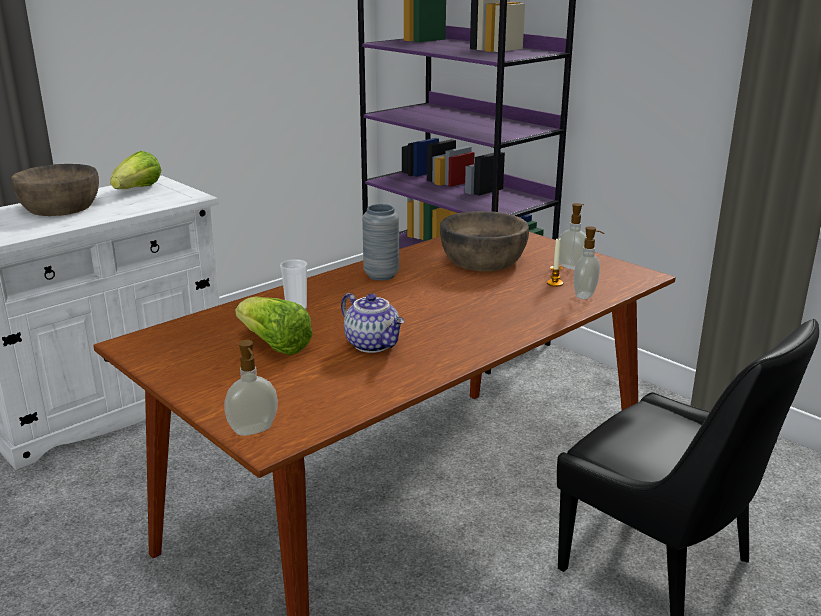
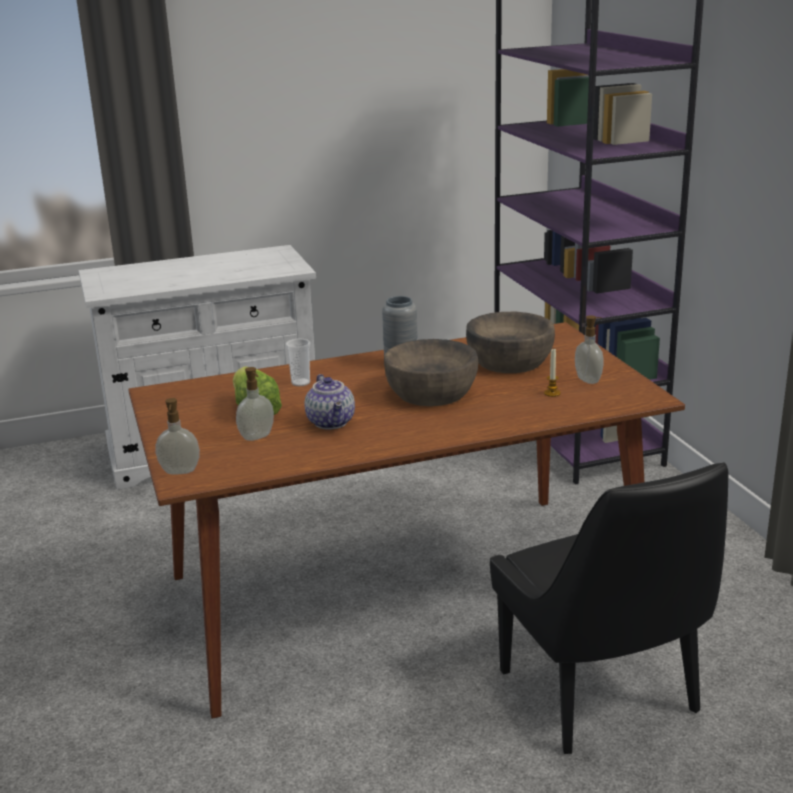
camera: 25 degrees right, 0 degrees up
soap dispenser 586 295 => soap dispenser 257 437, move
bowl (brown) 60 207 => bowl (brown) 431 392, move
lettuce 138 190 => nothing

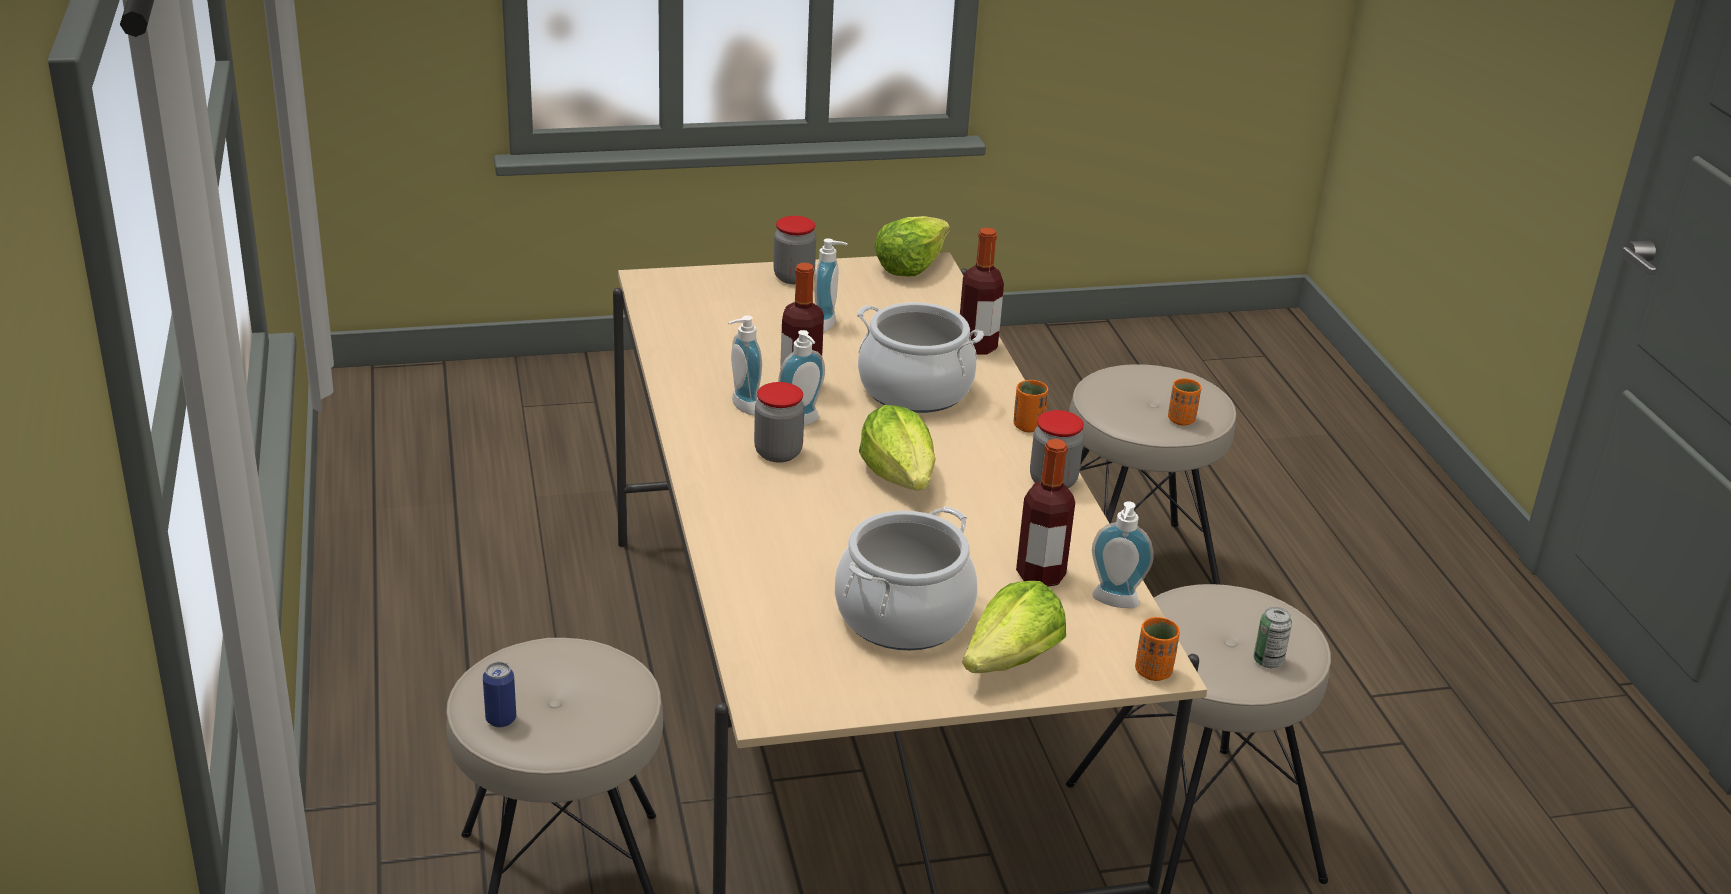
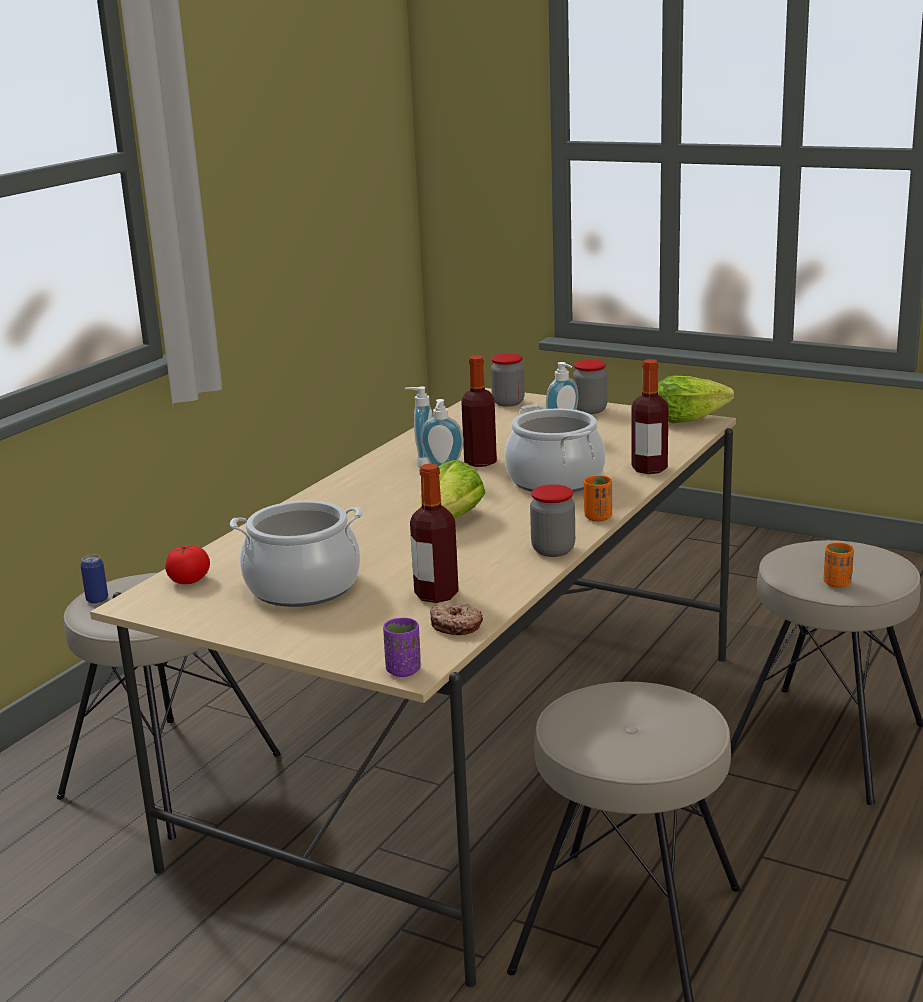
camera: 45 degrees right, 10 degrees down
nothing => tomato 189 580
cup (orange) 1153 672 => cup (purple) 403 670
soap dispenser 1114 603 => donut 456 625
jar 778 453 => jar 508 402, move
lettuce 1012 661 => nothing
can 1268 661 => nothing

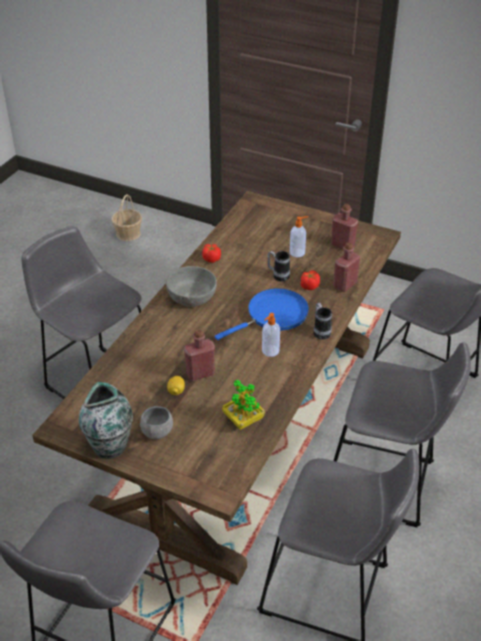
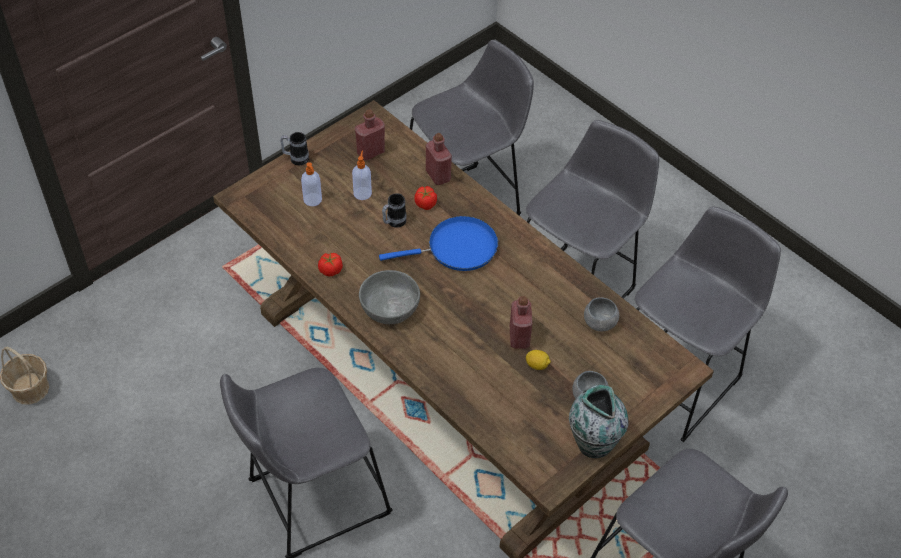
camera: 70 degrees left, 10 degrees up
mug 320 331 => mug 295 159, move
soap dispenser 270 351 => soap dispenser 313 200, move
frying pan (blue) 274 315 => frying pan (blue) 457 248, 90 degrees clockwise
potted plant 243 420 => bowl (grey) 599 323

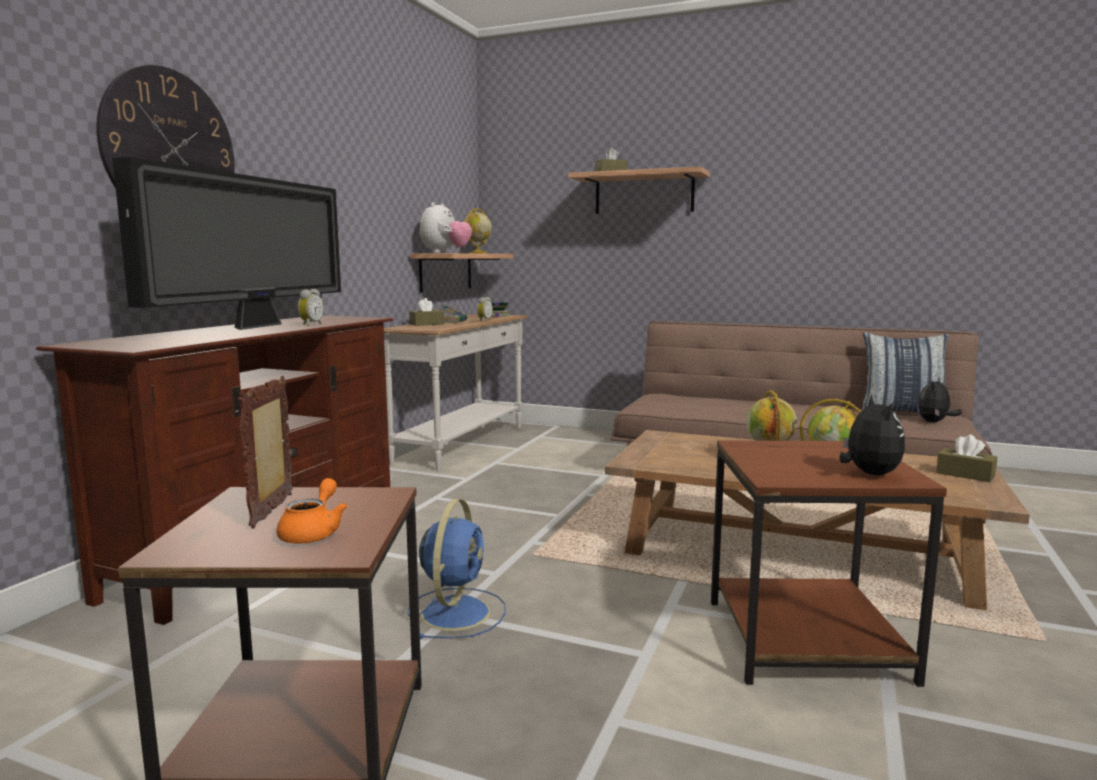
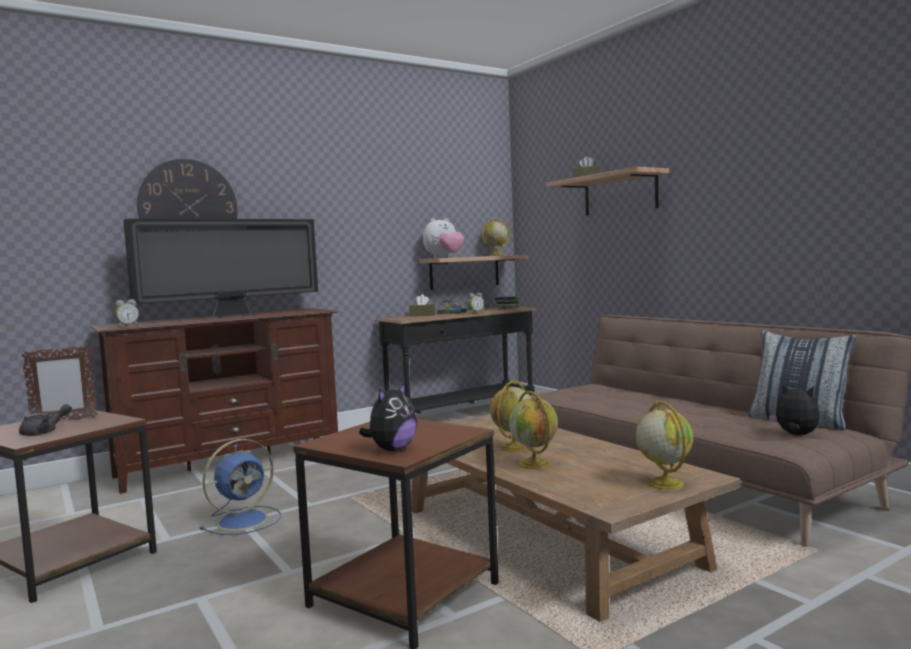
camera: 35 degrees right, 5 degrees down
teapot (orange) 313 533 => teapot (grey) 44 432
picture frame 273 510 => picture frame 64 421, 150 degrees counterclockwise
alarm clock 310 324 => alarm clock 127 326, move
console table (white) 463 444 => console table (black) 463 416
tissue box (brown) 965 474 => globe 664 484
plush toy 934 422 => plush toy 796 435, 60 degrees clockwise

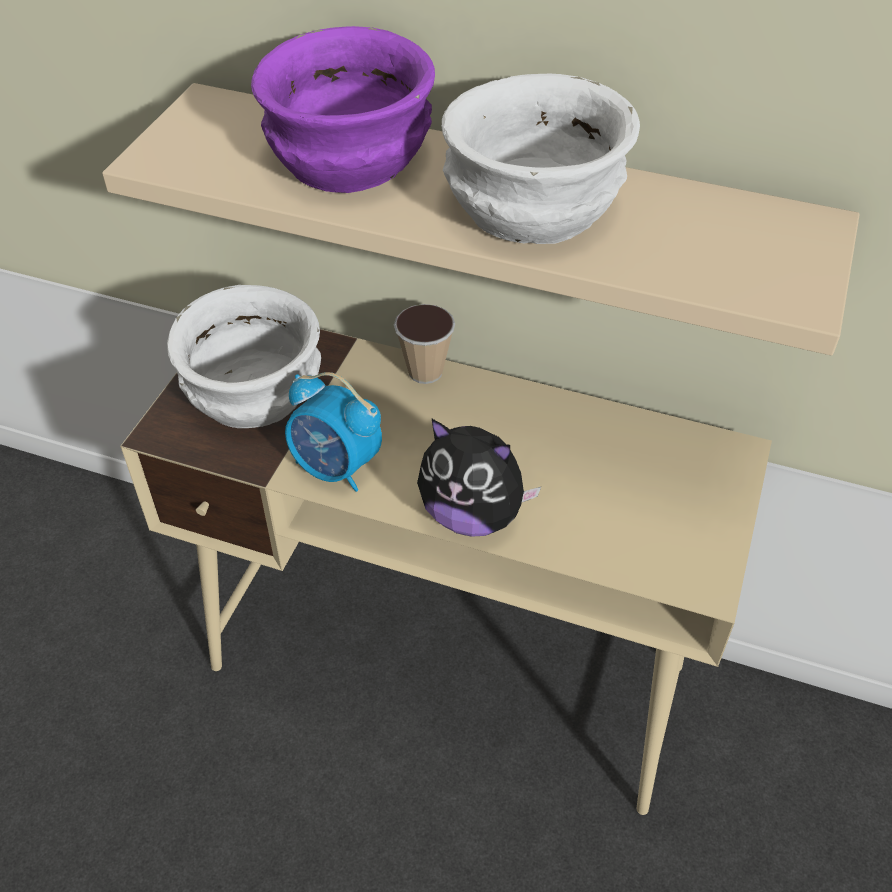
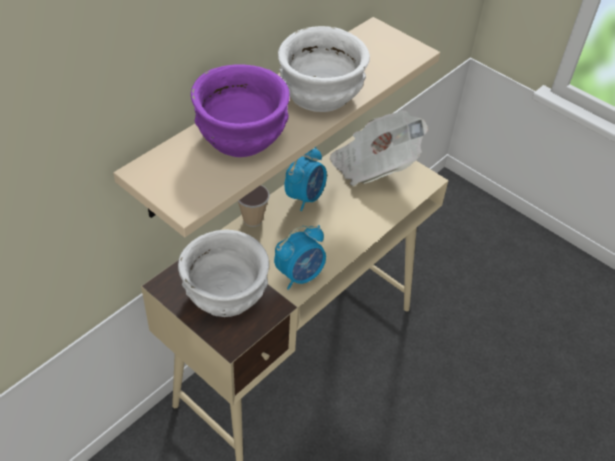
camera: 70 degrees left, 0 degrees up
nothing => alarm clock 305 197
nothing => newspaper 374 165
plush toy 472 515 => nothing

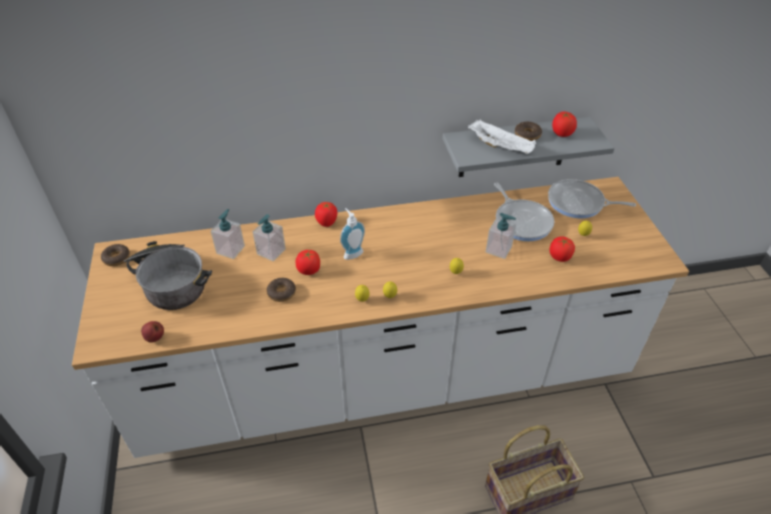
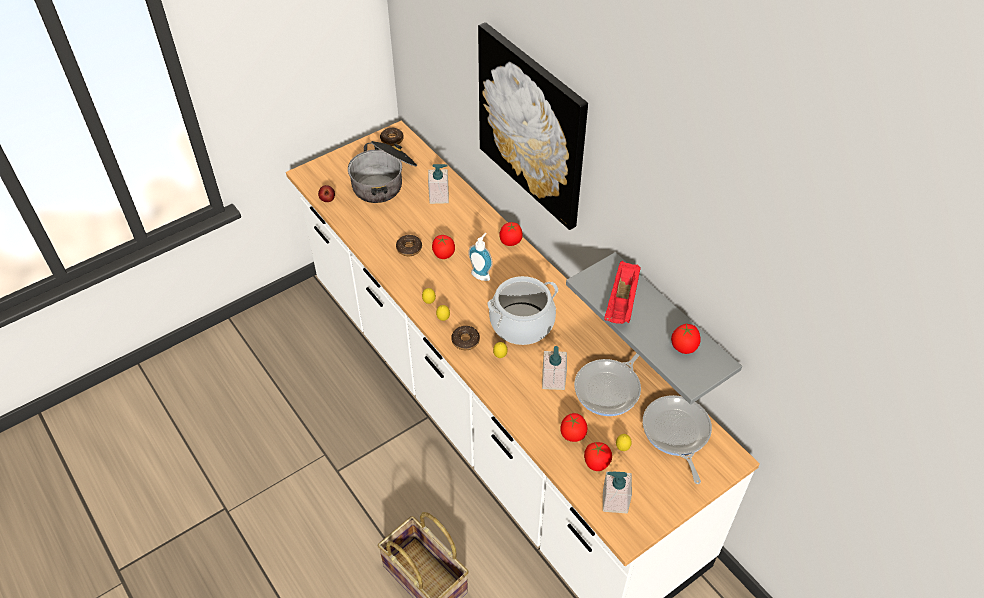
camera: 65 degrees right, 5 degrees up
donut 527 135 => donut 465 341, move
nothing => picture 532 125
nothing => cooking pot 521 323
nothing => tomato 597 463
soap dispenser 271 252 => soap dispenser 614 501, move
tray (white) 501 147 => tray (red) 622 303

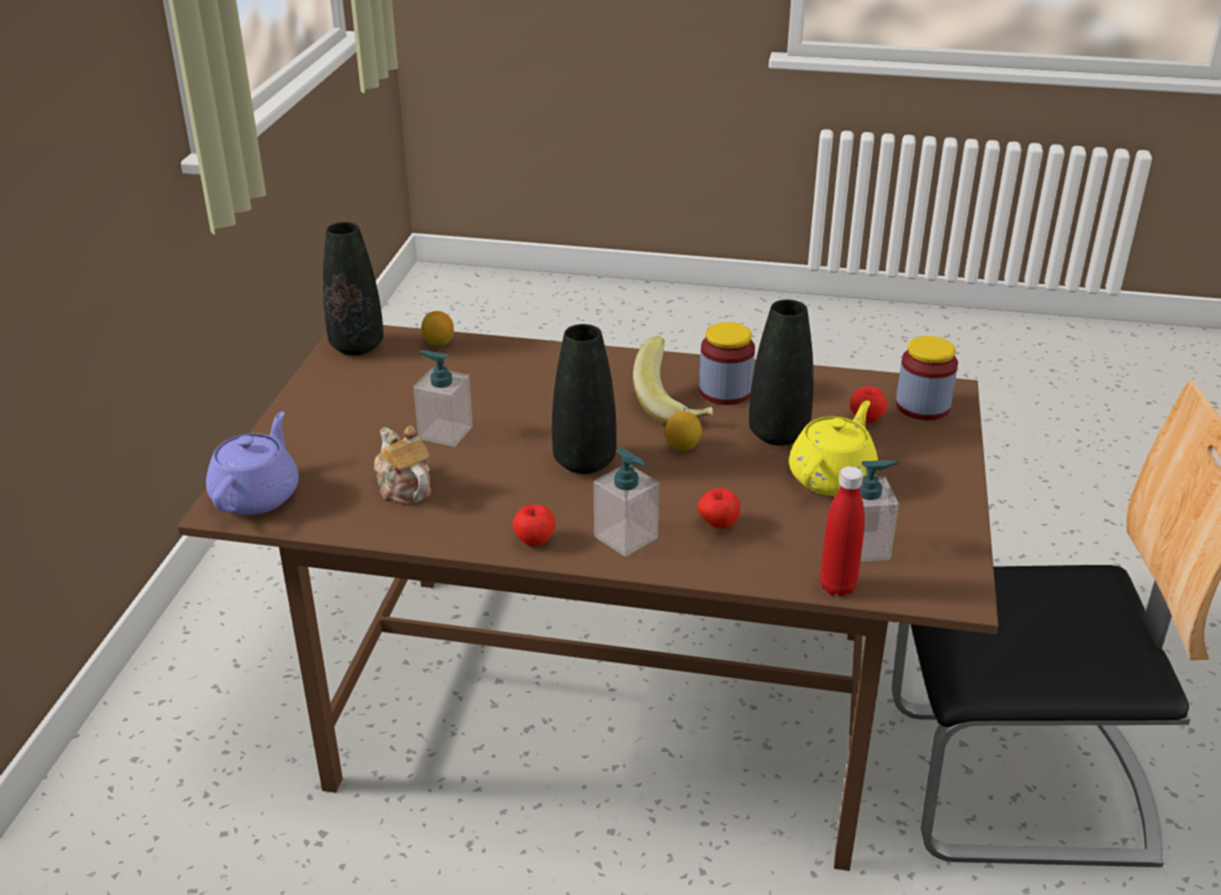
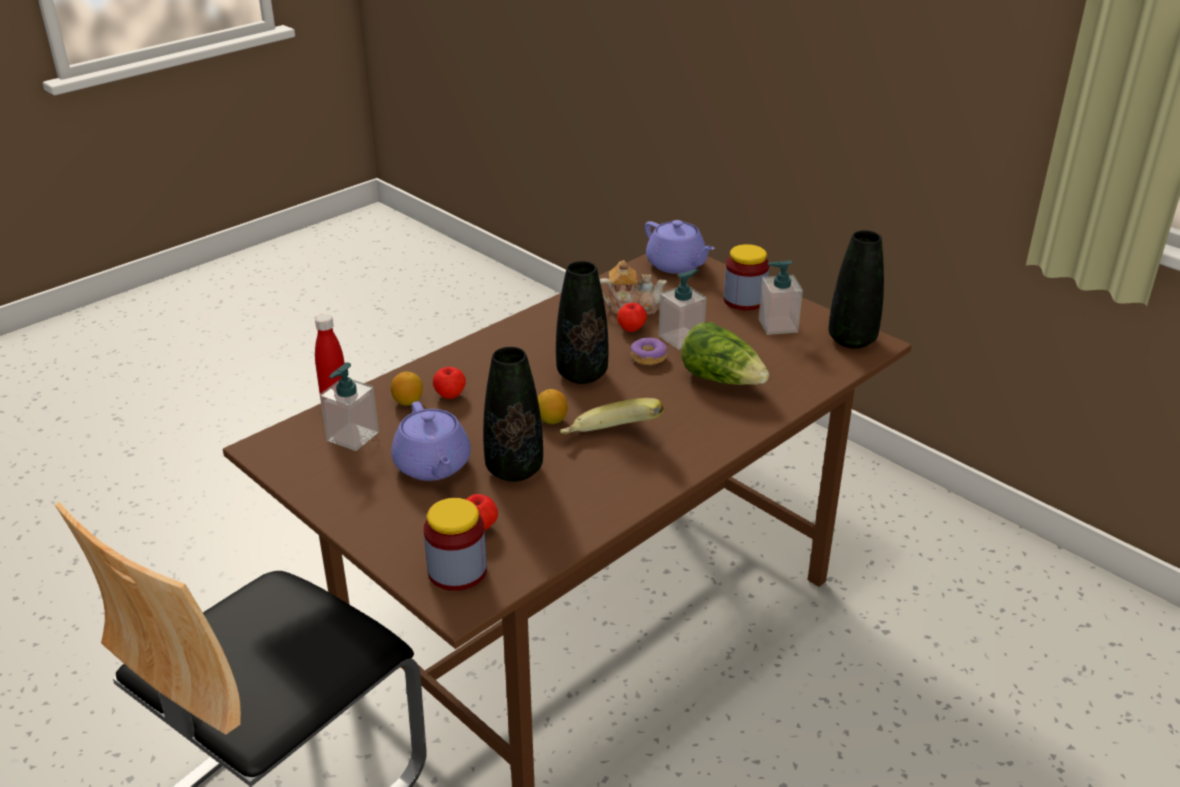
camera: 125 degrees right, 0 degrees up
lemon 438 343 => lemon 408 402, move
teapot (yellow) 833 477 => teapot (purple) 433 466
apple 535 540 => apple 631 329, move
nothing => donut 648 357
nothing => lettuce 722 380
jar 725 391 => jar 744 300, move
soap dispenser 626 537 => soap dispenser 777 325, move

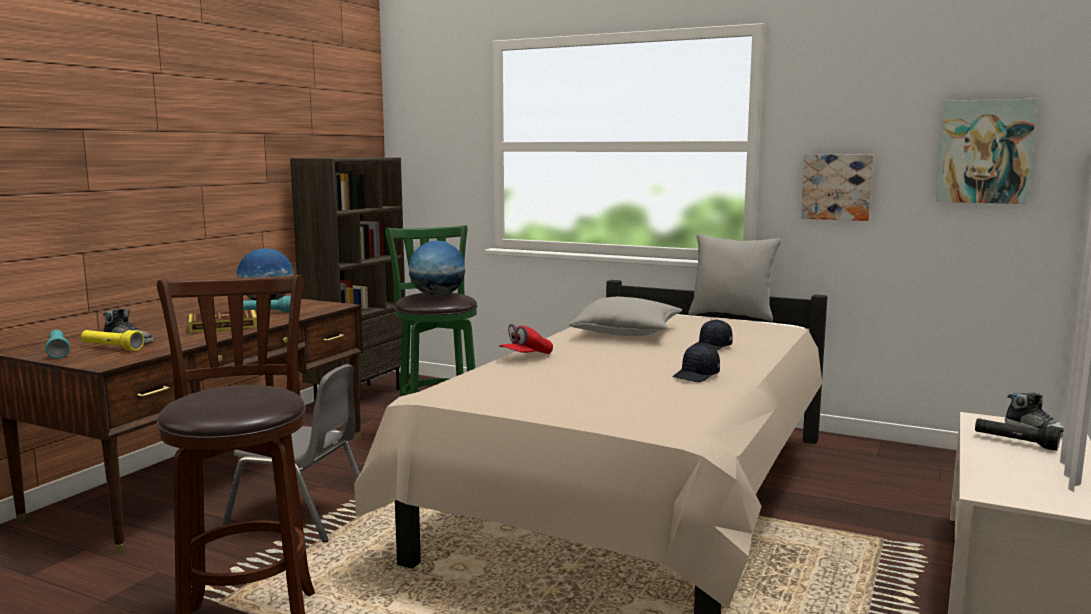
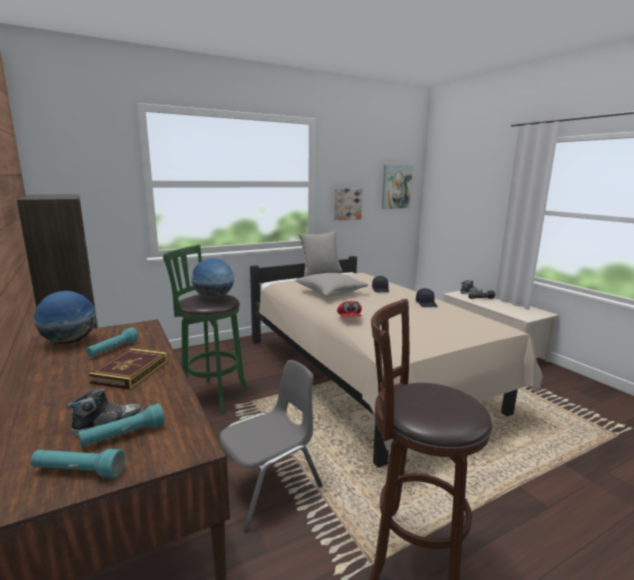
camera: 55 degrees left, 5 degrees up
flashlight (yellow) 111 348 => flashlight (turquoise) 124 435

